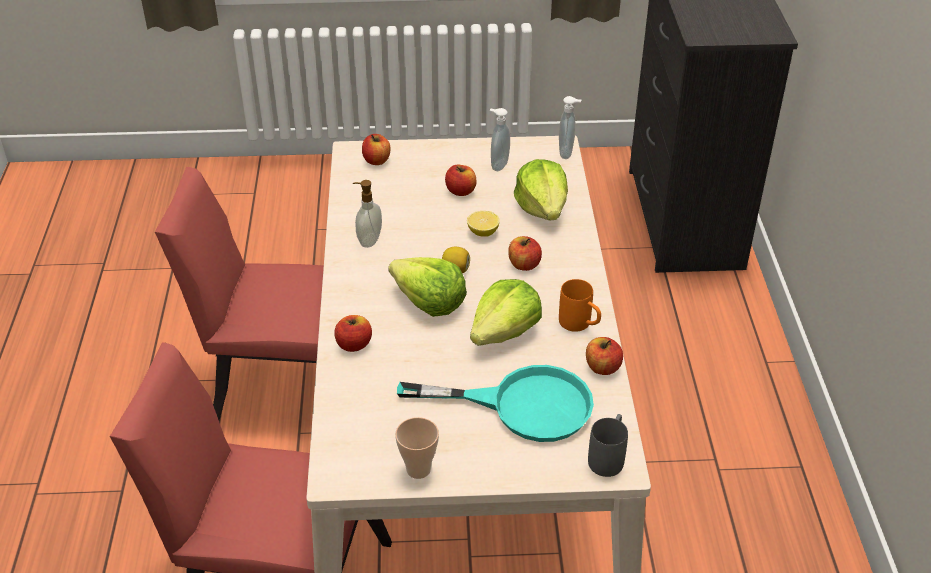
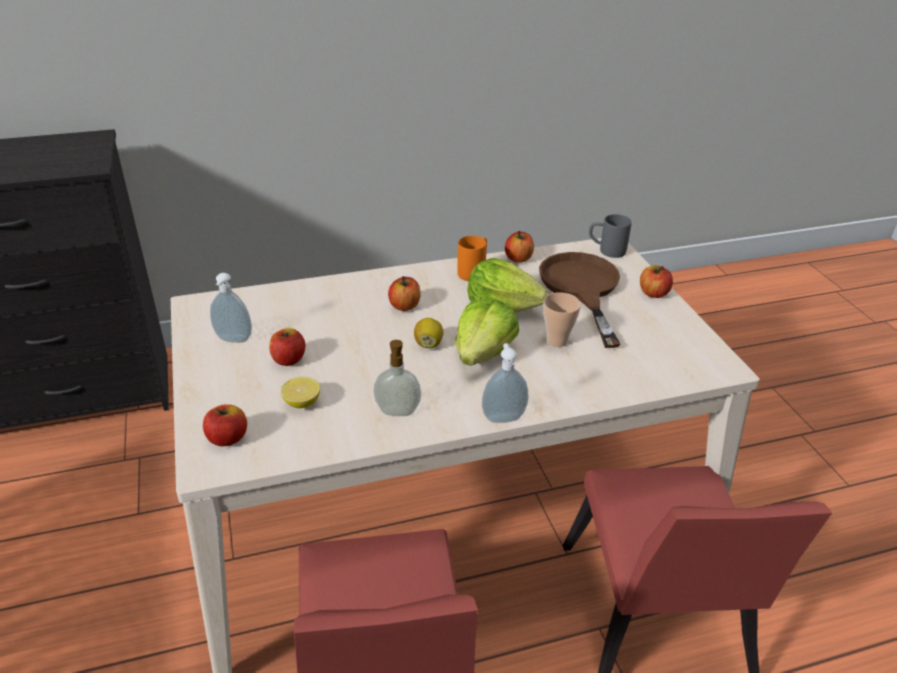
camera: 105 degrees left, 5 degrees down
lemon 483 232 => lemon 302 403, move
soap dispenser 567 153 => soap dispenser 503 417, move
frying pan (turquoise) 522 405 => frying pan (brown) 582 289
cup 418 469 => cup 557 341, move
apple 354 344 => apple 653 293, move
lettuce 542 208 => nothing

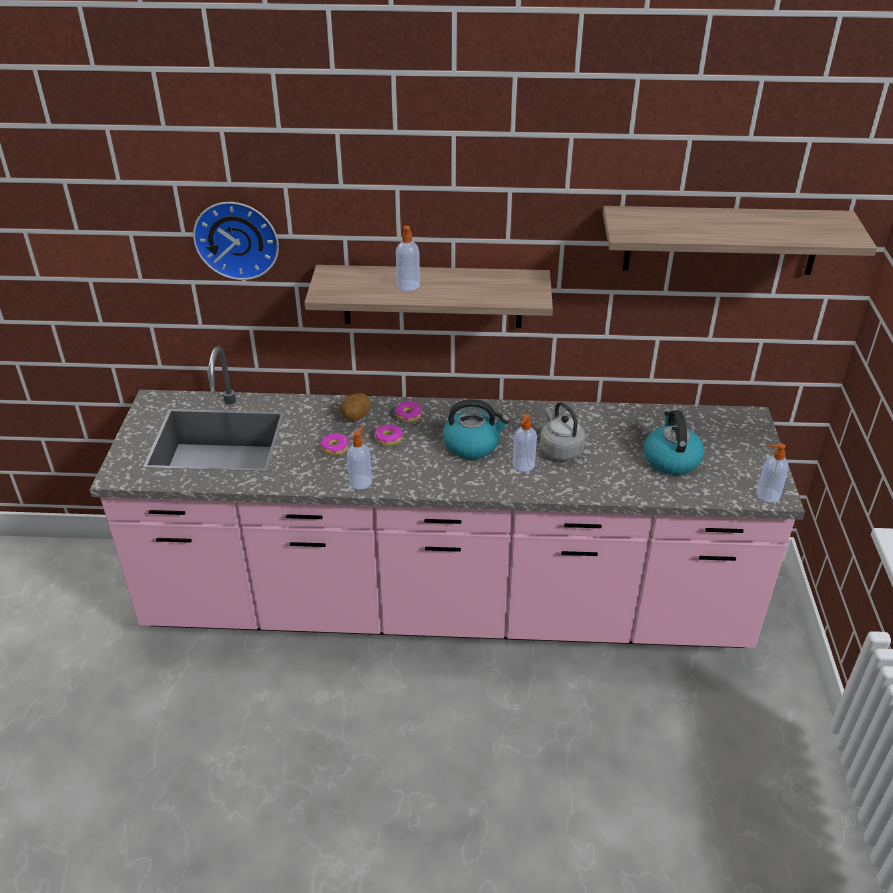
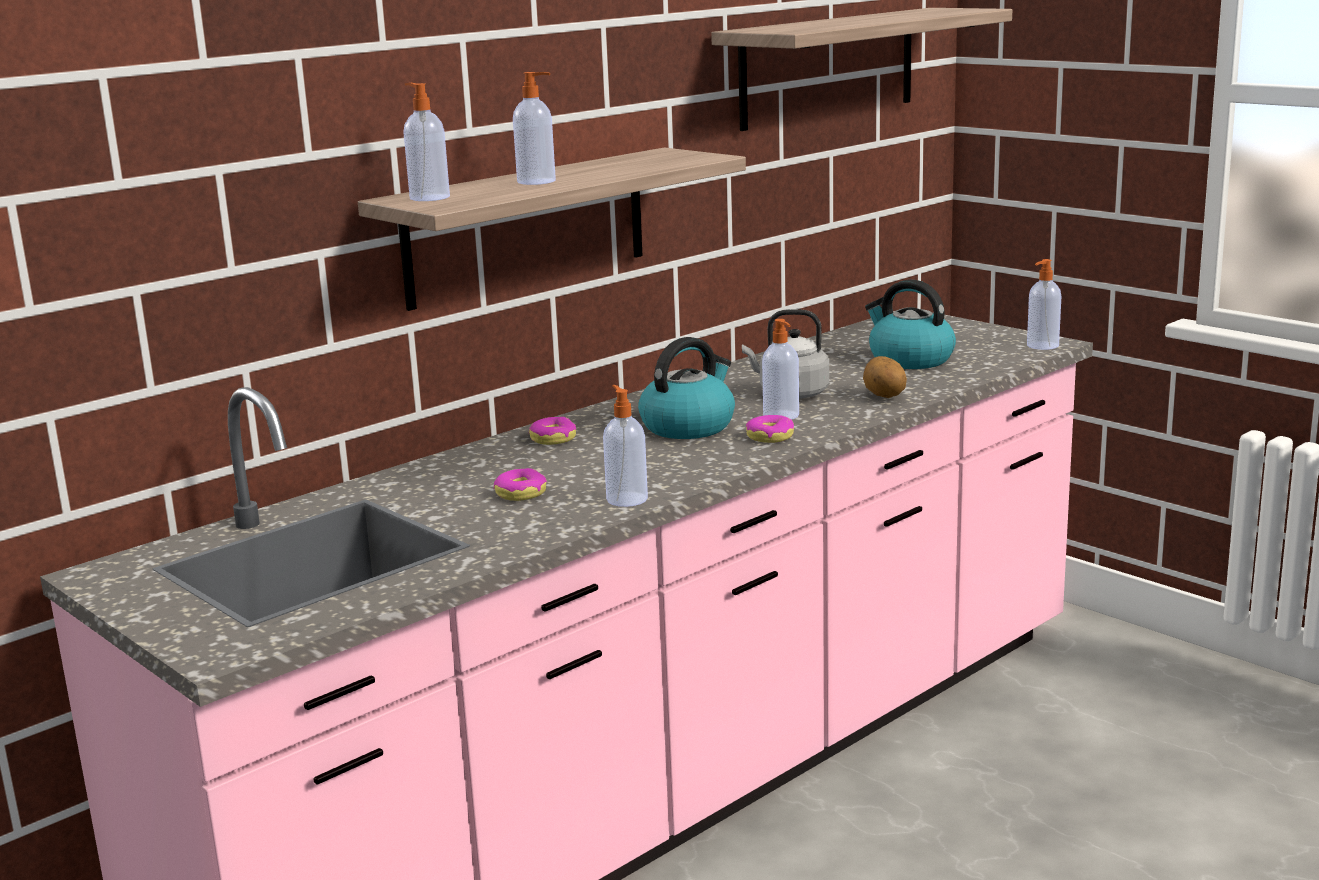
camera: 45 degrees left, 20 degrees down
nothing => soap dispenser 428 197
donut 388 439 => donut 770 436, move
potato 356 416 => potato 884 396, move
wall clock 237 238 => nothing

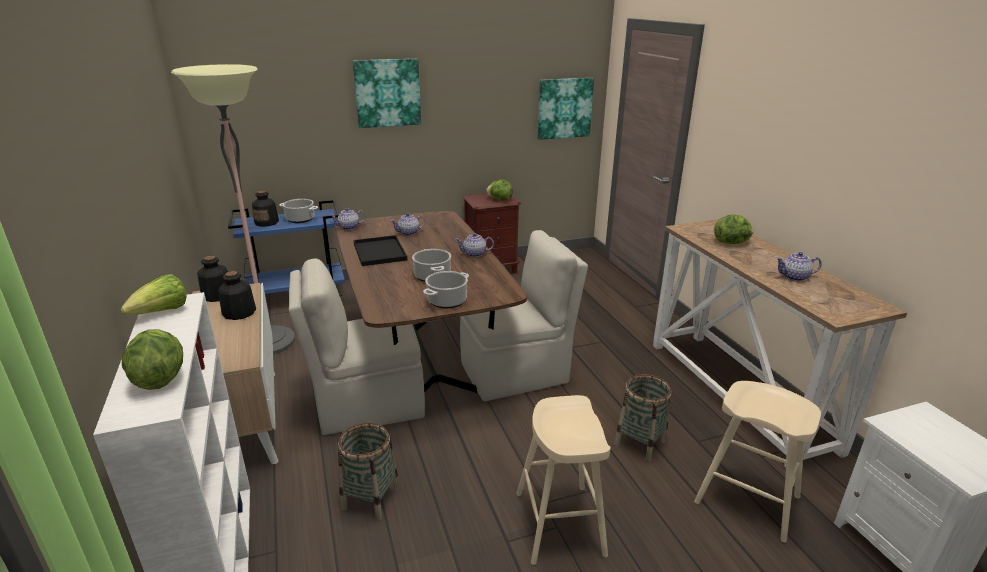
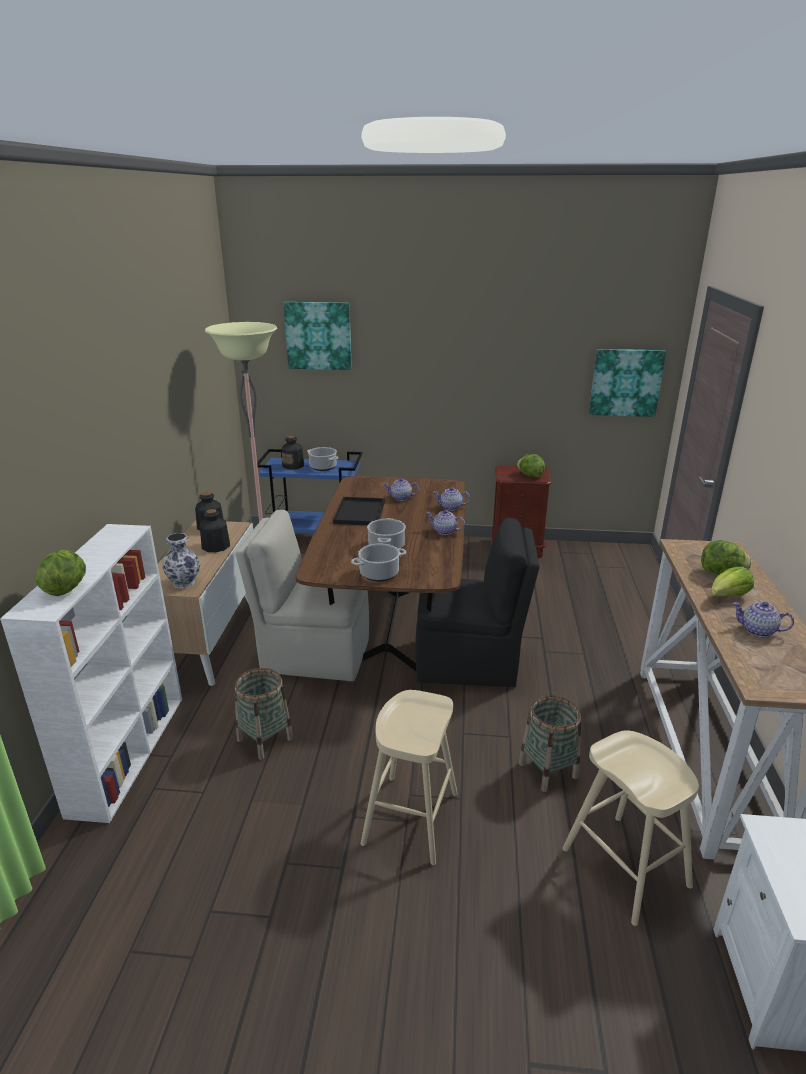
camera: 25 degrees right, 0 degrees up
nothing => vase 184 582
picture 387 93 => picture 318 335, move
chair (beige) 517 372 => chair (black) 469 663
teapot 349 227 => teapot 451 507, move
lettuce 161 313 => lettuce 727 597, move

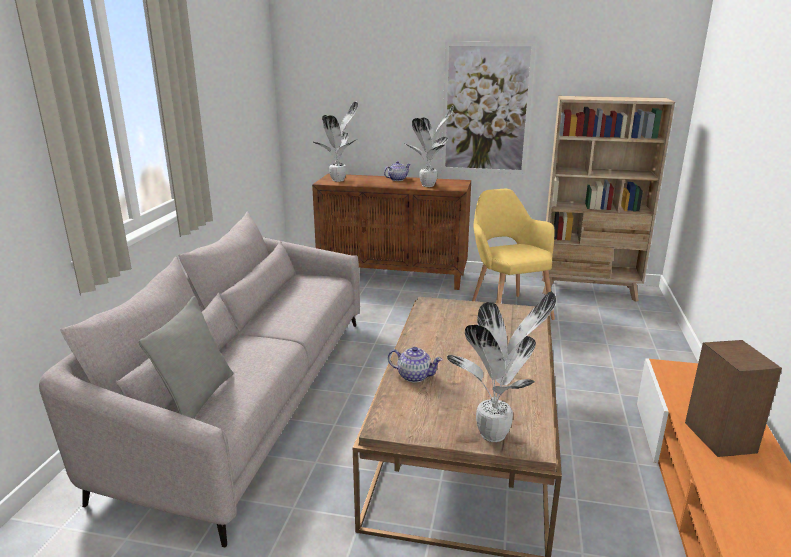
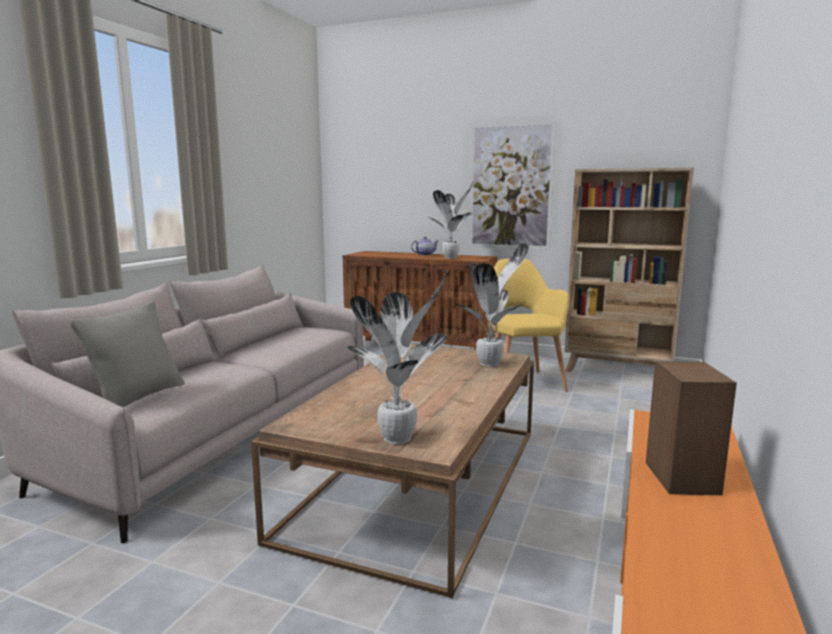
camera: 10 degrees right, 10 degrees down
potted plant 339 180 => potted plant 491 363, move
teapot 414 376 => nothing

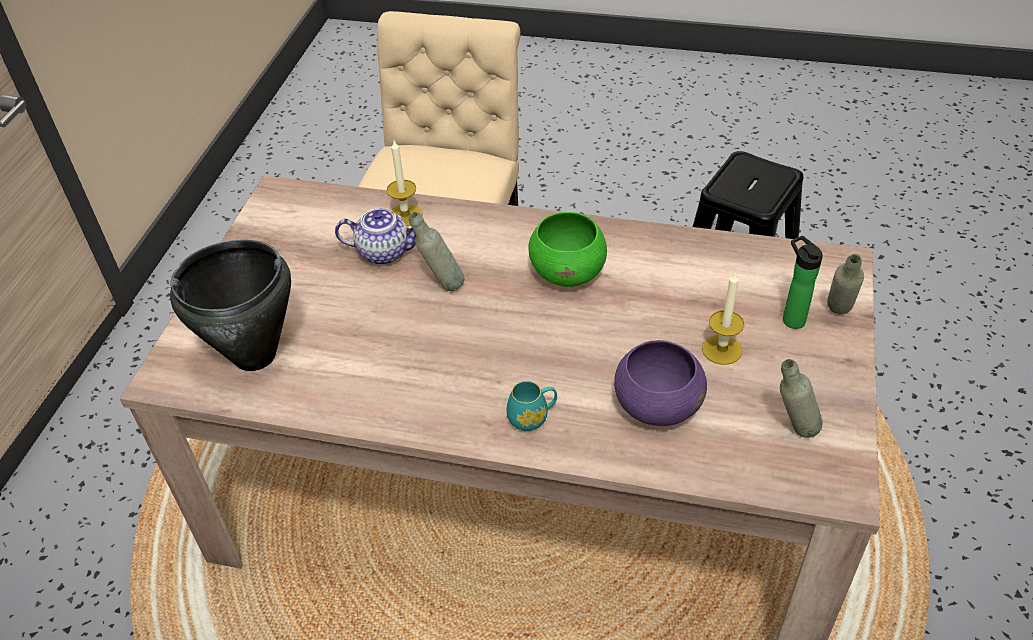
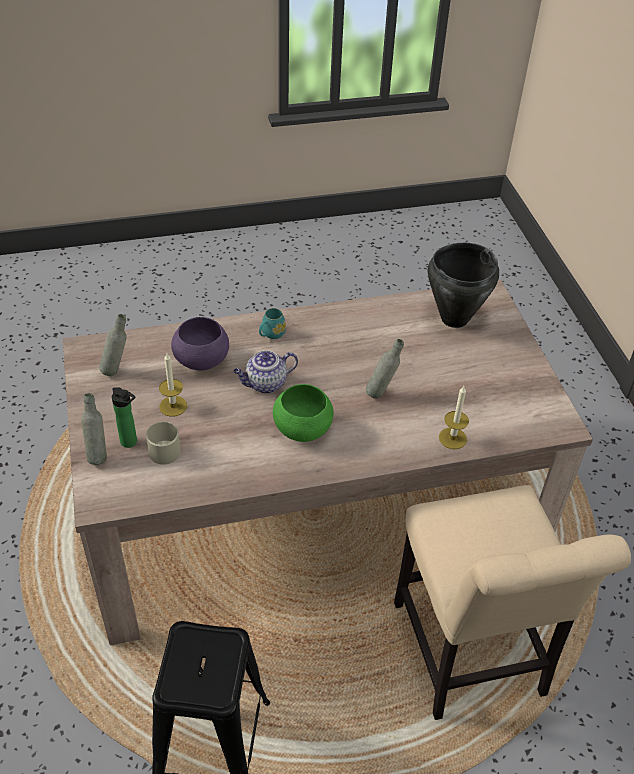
camera: 150 degrees right, 0 degrees up
nothing => mug (beige) 165 449
teapot 385 252 => teapot 265 384, move

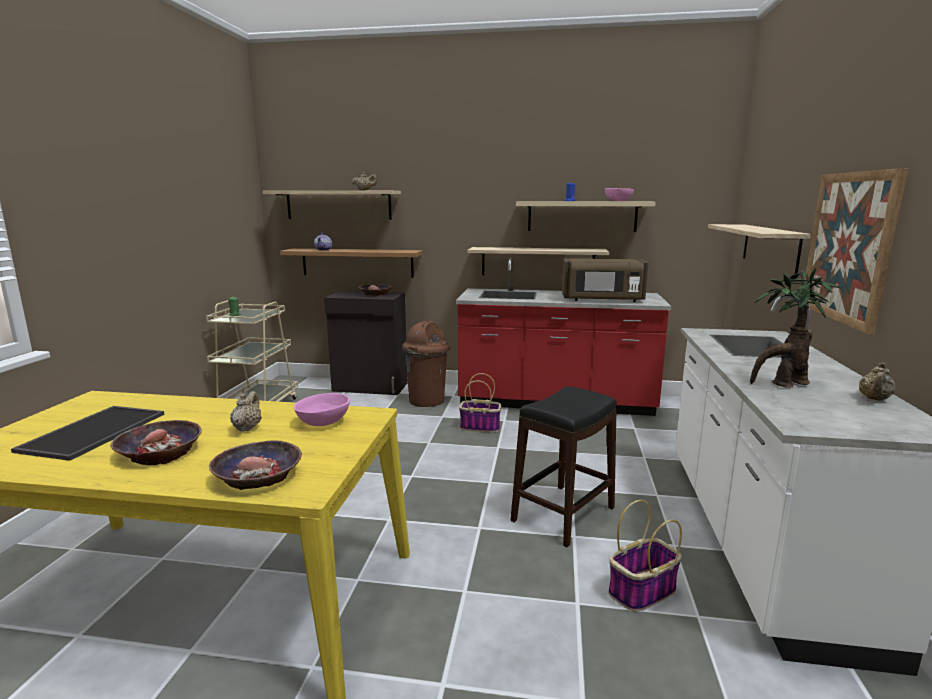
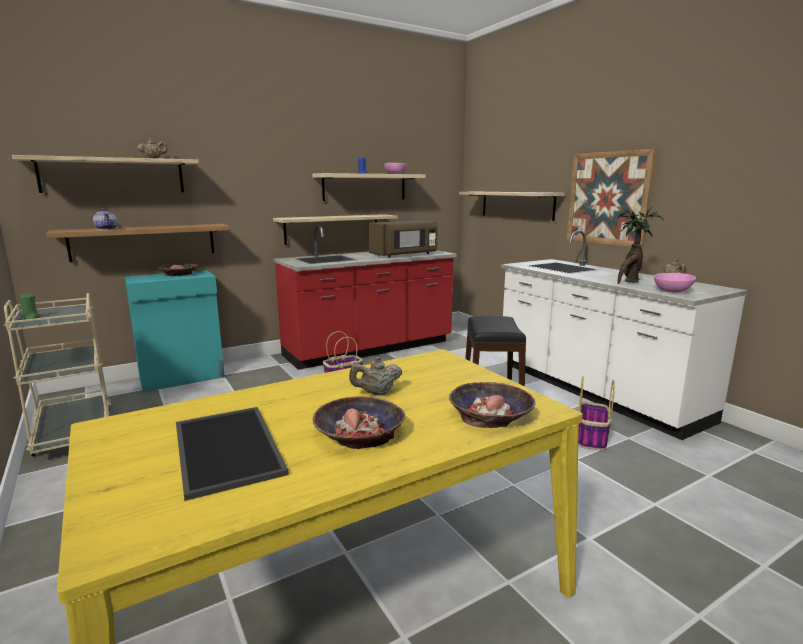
camera: 40 degrees left, 0 degrees up
cabinet (black) 370 387 => cabinet (turquoise) 183 378
teapot (beige) 247 428 => teapot (beige) 376 393, 75 degrees counterclockwise
bowl (pink) 324 422 => bowl (pink) 672 291, move
trash can (brown) 427 401 => nothing

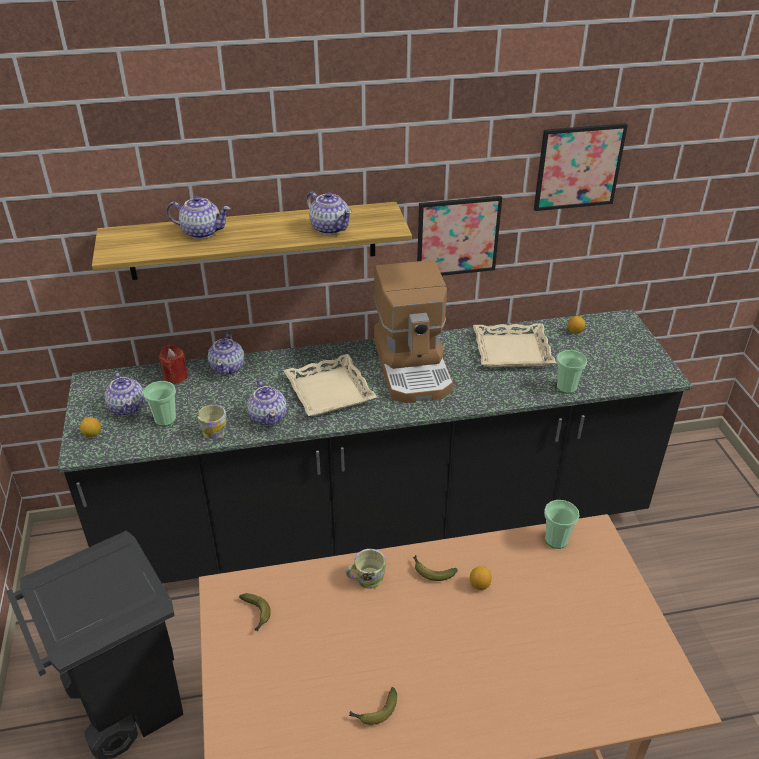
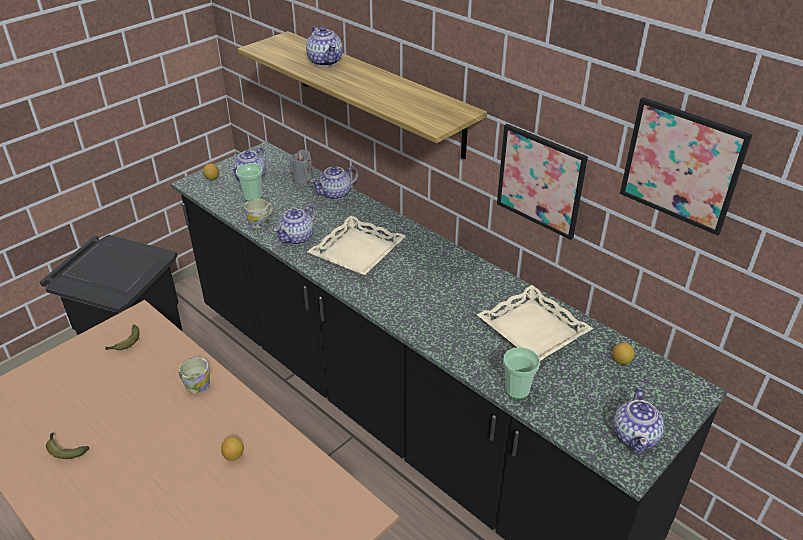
camera: 55 degrees right, 0 degrees up
candle (red) 175 376 => candle (grey) 302 178
teapot 330 228 => teapot 635 436, move
coffee machine 413 366 => nothing
banana 431 571 => nothing
cup 556 540 => nothing

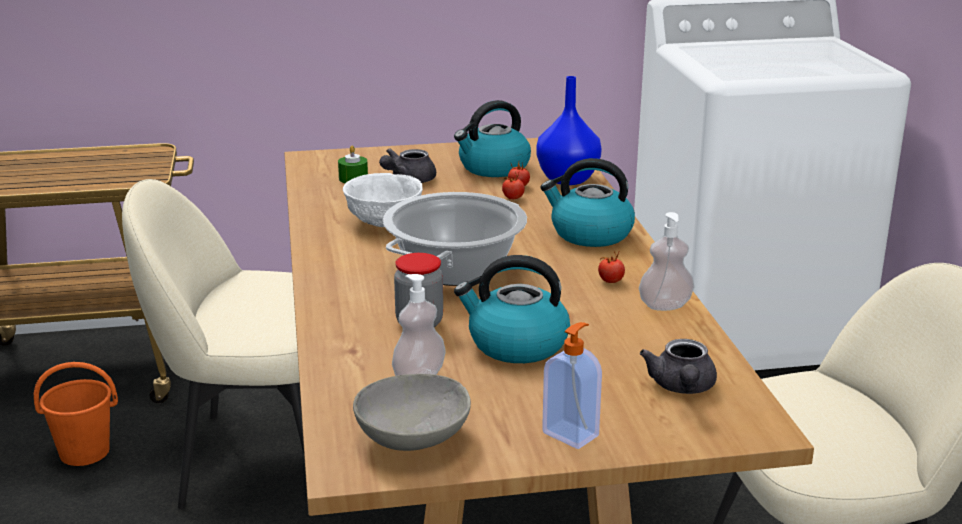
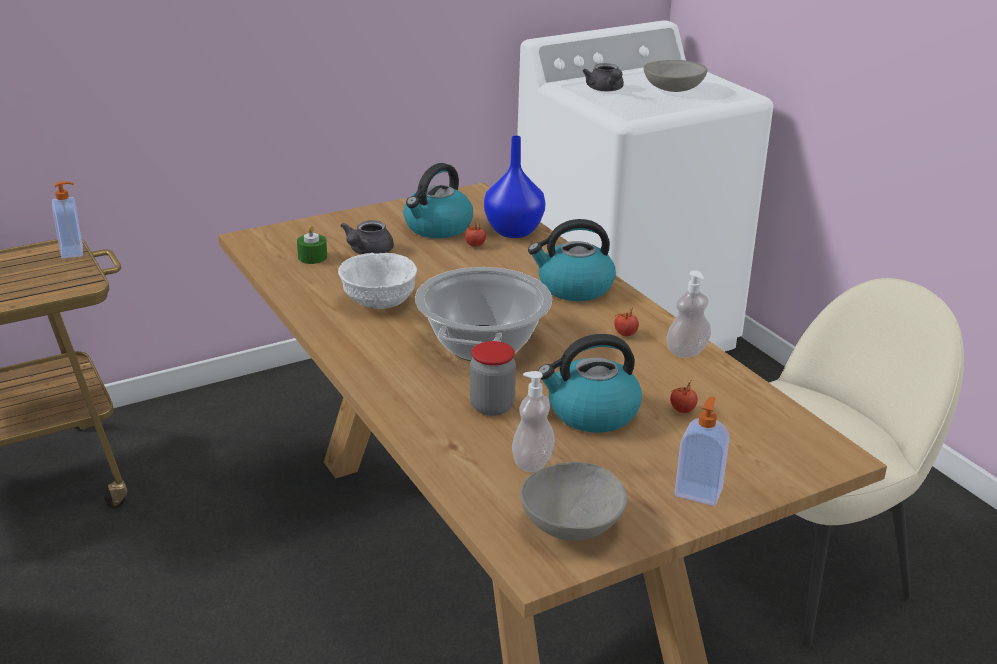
camera: 20 degrees left, 5 degrees up
nothing => soap dispenser 73 251
teapot (grey) 681 388 => teapot (grey) 605 90, move
nothing => bowl (grey) 673 90
tomato 513 198 => tomato 682 410, move
bucket (orange) 85 452 => nothing
chair (beige) 256 458 => nothing

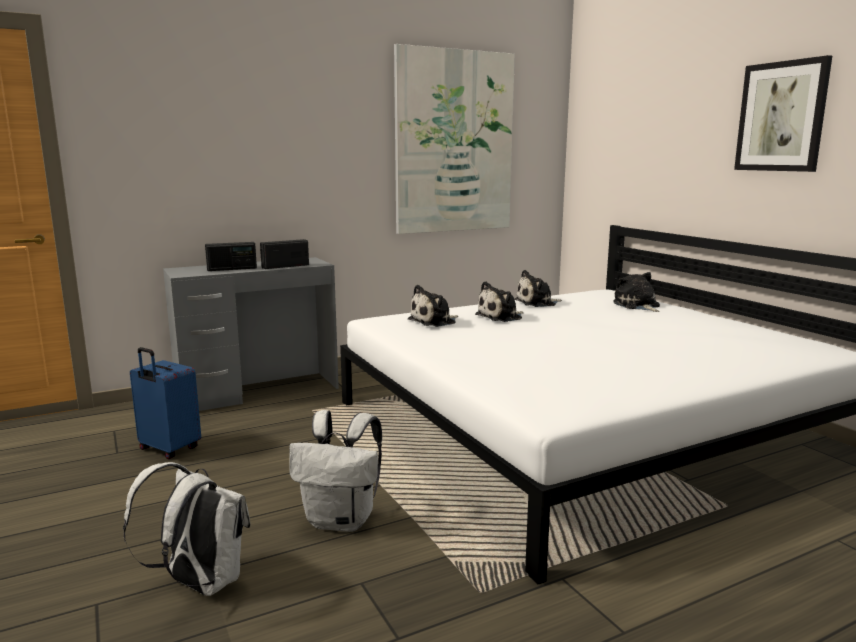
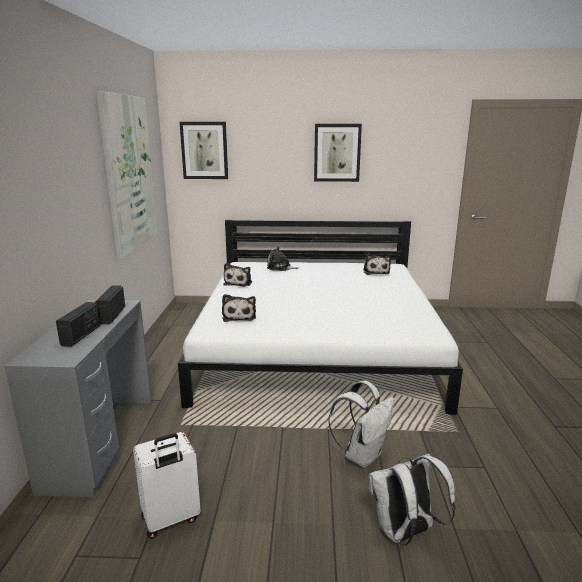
camera: 60 degrees left, 5 degrees up
suitcase (blue) 168 449 => suitcase (white) 170 519
nothing => picture 204 150
plush toy 501 317 => plush toy 376 272, move

